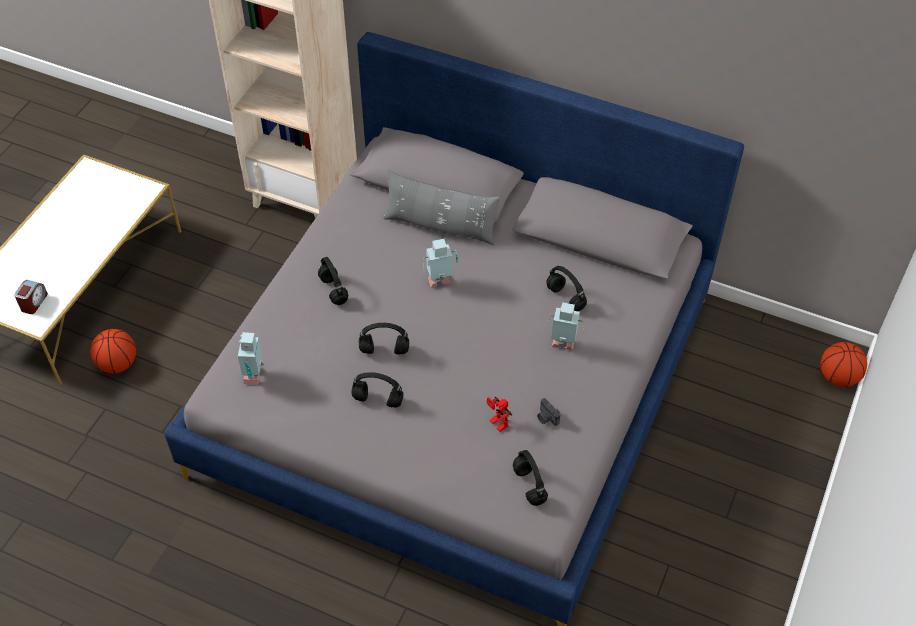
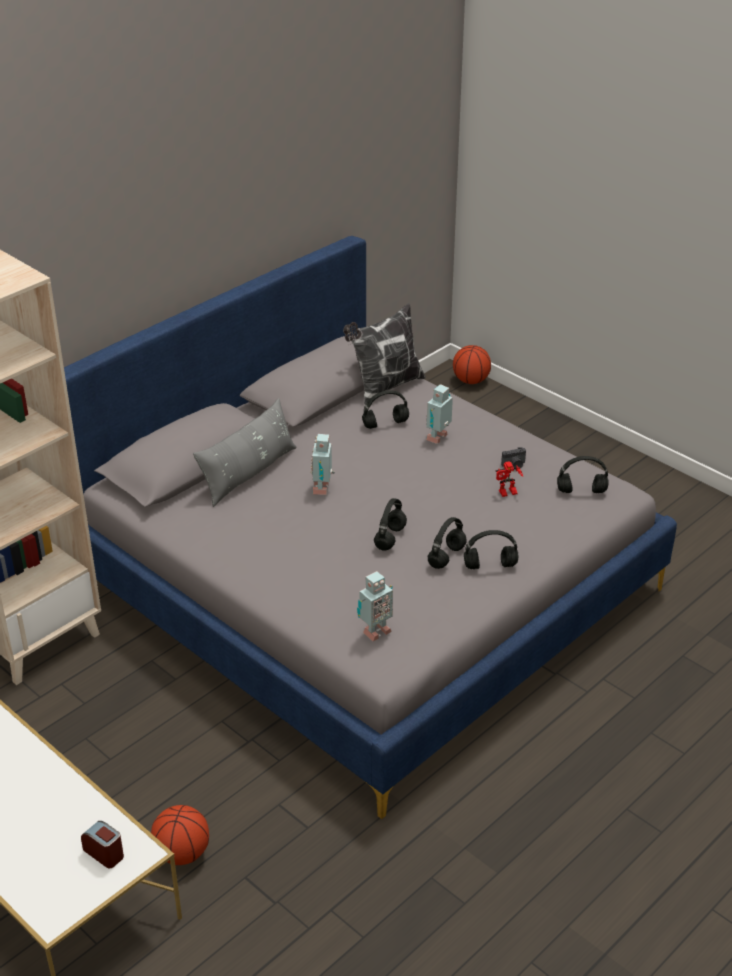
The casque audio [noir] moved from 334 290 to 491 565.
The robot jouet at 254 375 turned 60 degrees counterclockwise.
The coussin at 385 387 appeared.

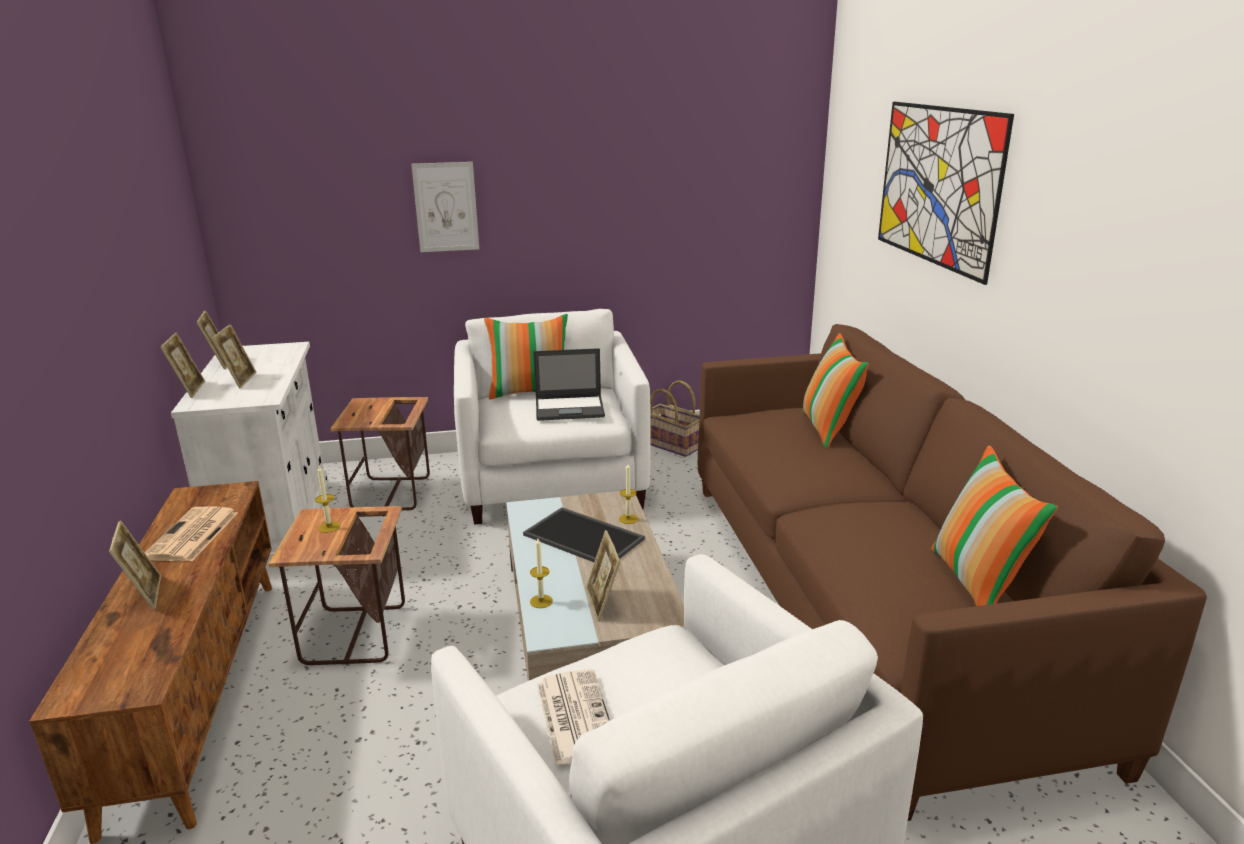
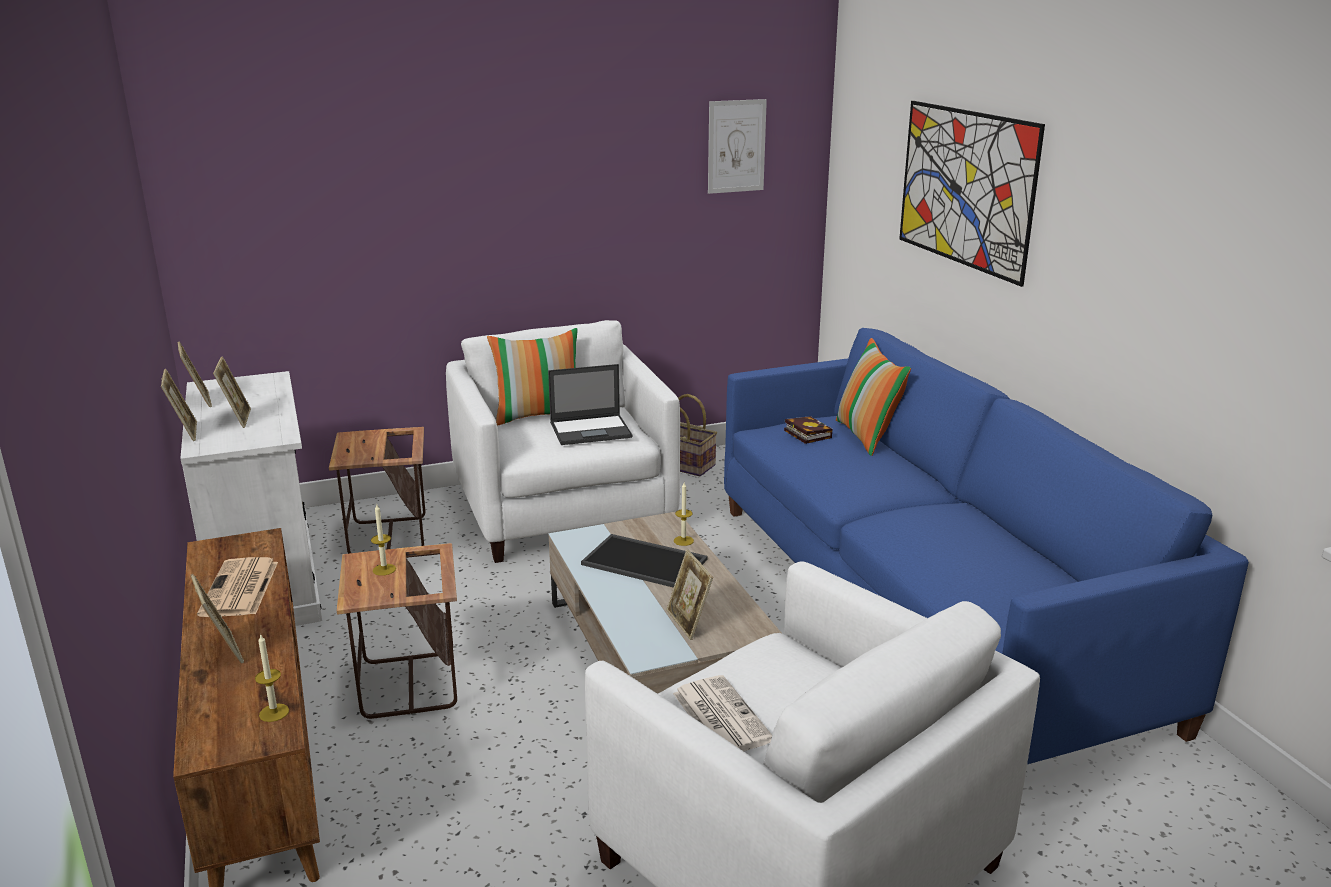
The tableau moved from 446 207 to 736 146.
The canapé [marron] at 866 601 became the canapé [bleu] at 922 606.
The coussin at 978 582 disappeared.
The bougie moved from 541 601 to 274 712.
The livre at 805 433 appeared.

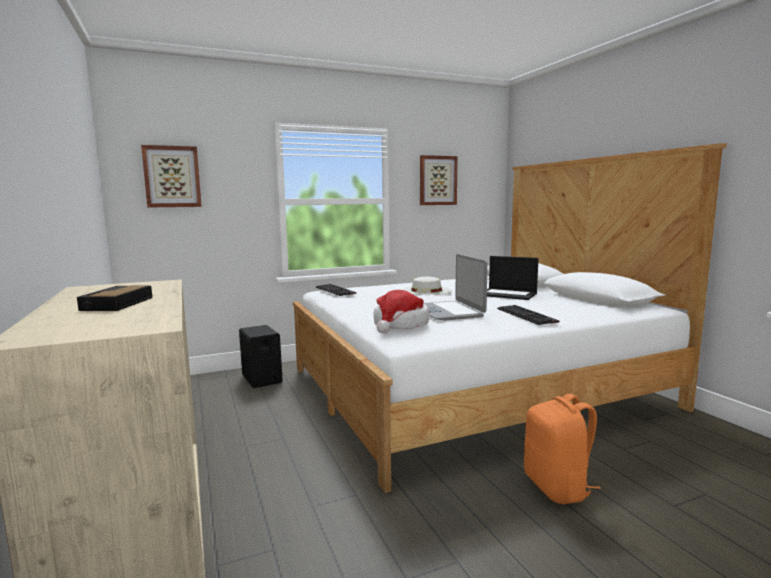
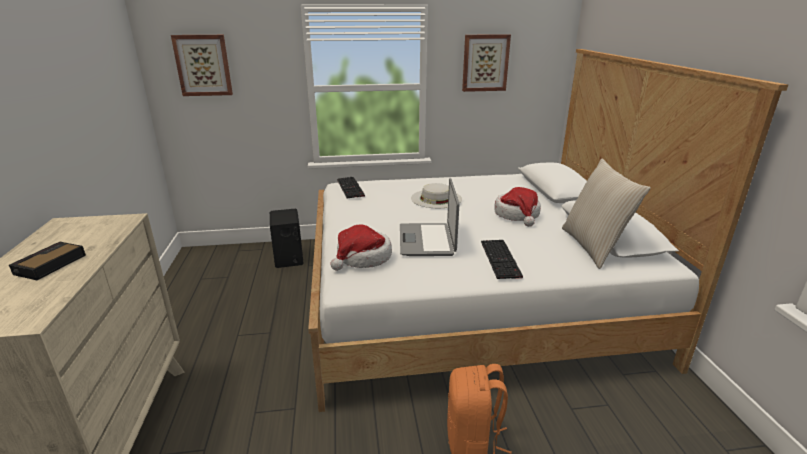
The ordinateur portable at 508 294 was replaced by the chapeau at 517 215.
The coussin [beige] at 593 247 appeared.

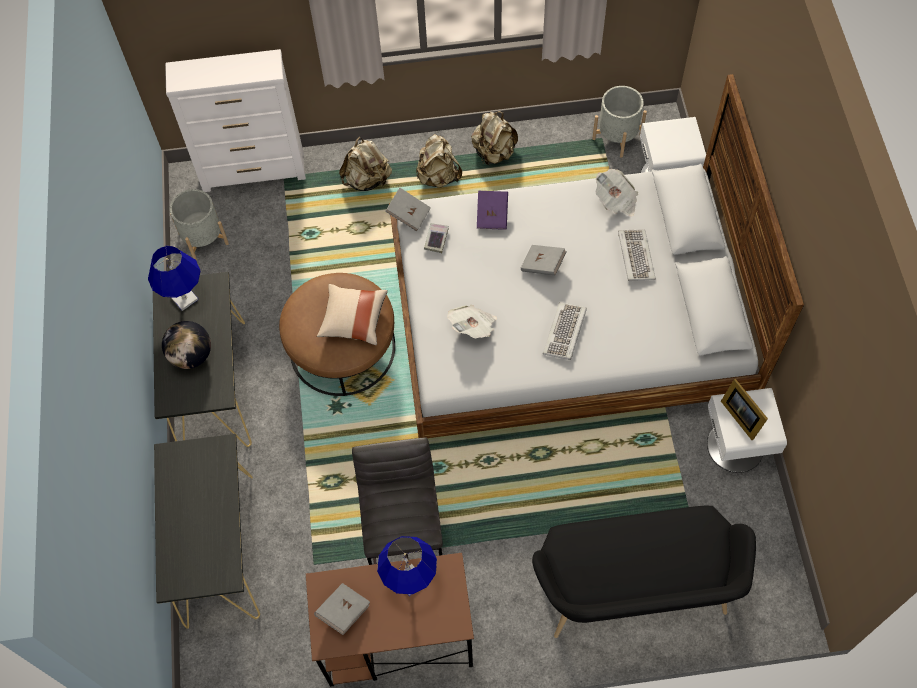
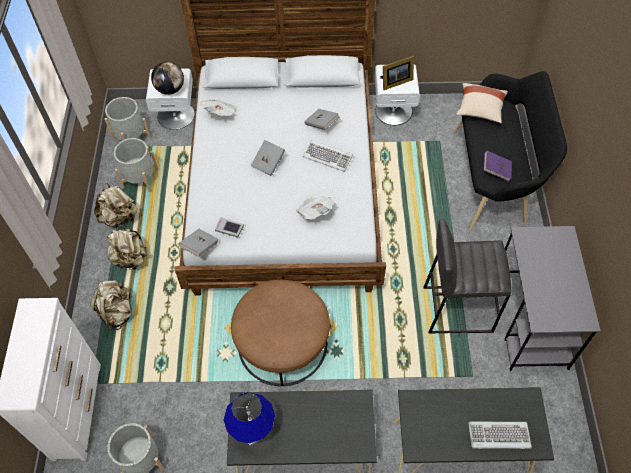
The livre [violet] moved from 492 215 to 496 170.
The clavier moved from 635 256 to 498 436.
The coussin [beige] moved from 353 320 to 480 109.
The globe moved from 191 356 to 170 89.
The lampe de table [bleu] at 410 580 disappeared.
The bureau [marron] at 396 638 became the bureau [gris] at 530 322.
The livre [gris] moved from 343 611 to 321 124.
The cache-pot [gris] at 140 179 appeared.

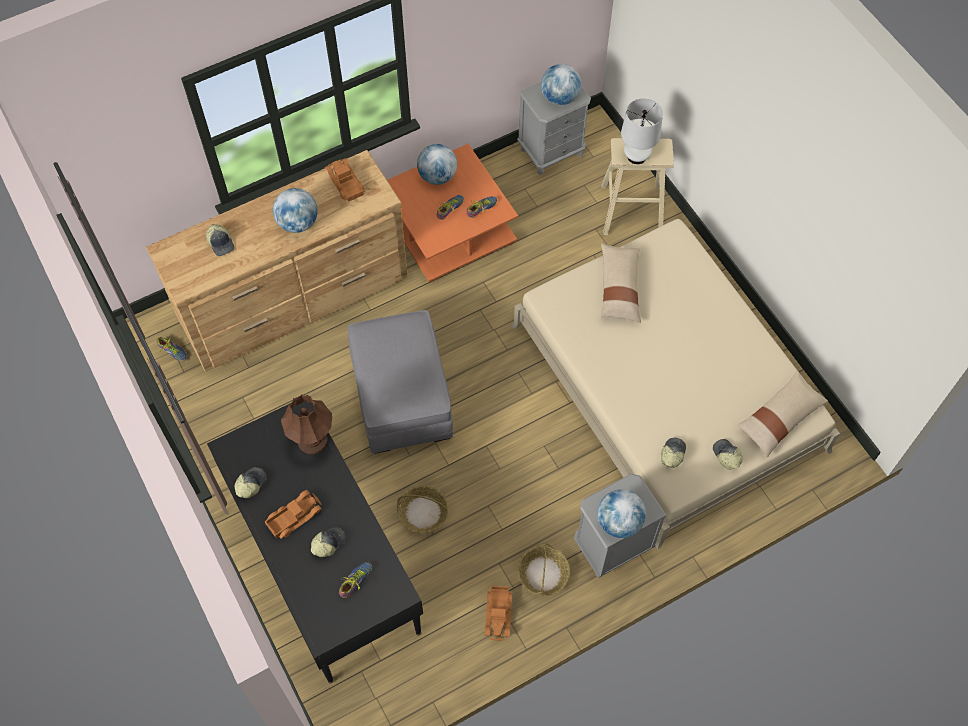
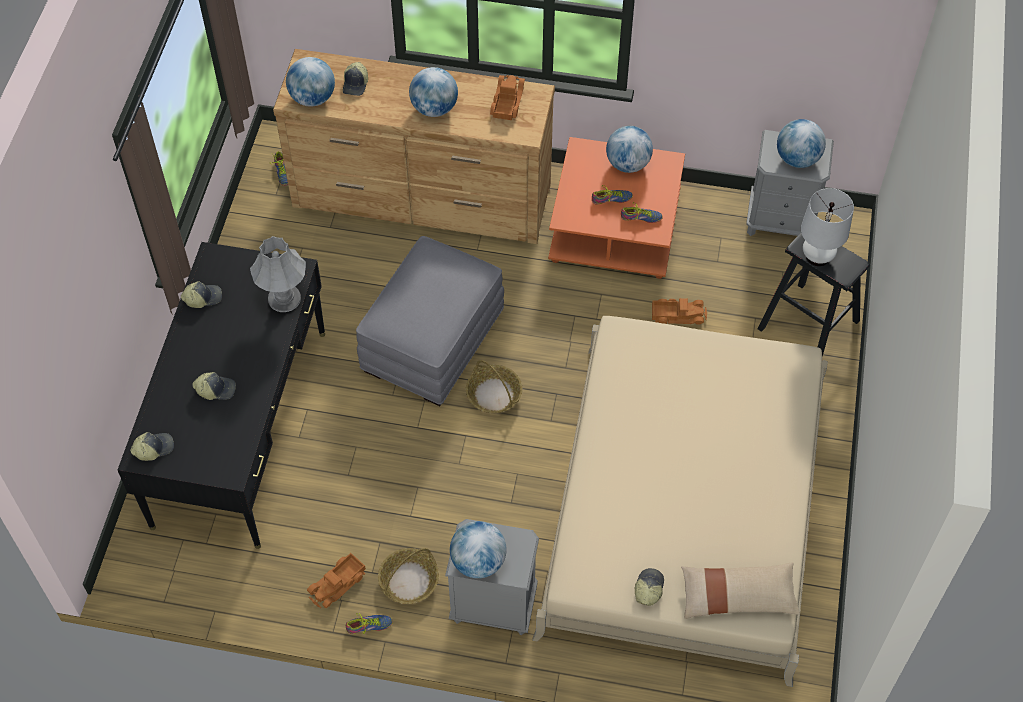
The tabouret [beige] at 631 210 became the tabouret [noir] at 808 325.
The coussin [beige] at 619 288 disappeared.
The lampe de table [marron] at 312 440 became the lampe de table [gris] at 284 299.
The casquette moved from 672 454 to 153 448.
The panier moved from 422 512 to 493 394.
The camion jouet moved from 294 516 to 678 315.
The chaussure moved from 356 581 to 369 627.
The globe at 312 98 appeared.

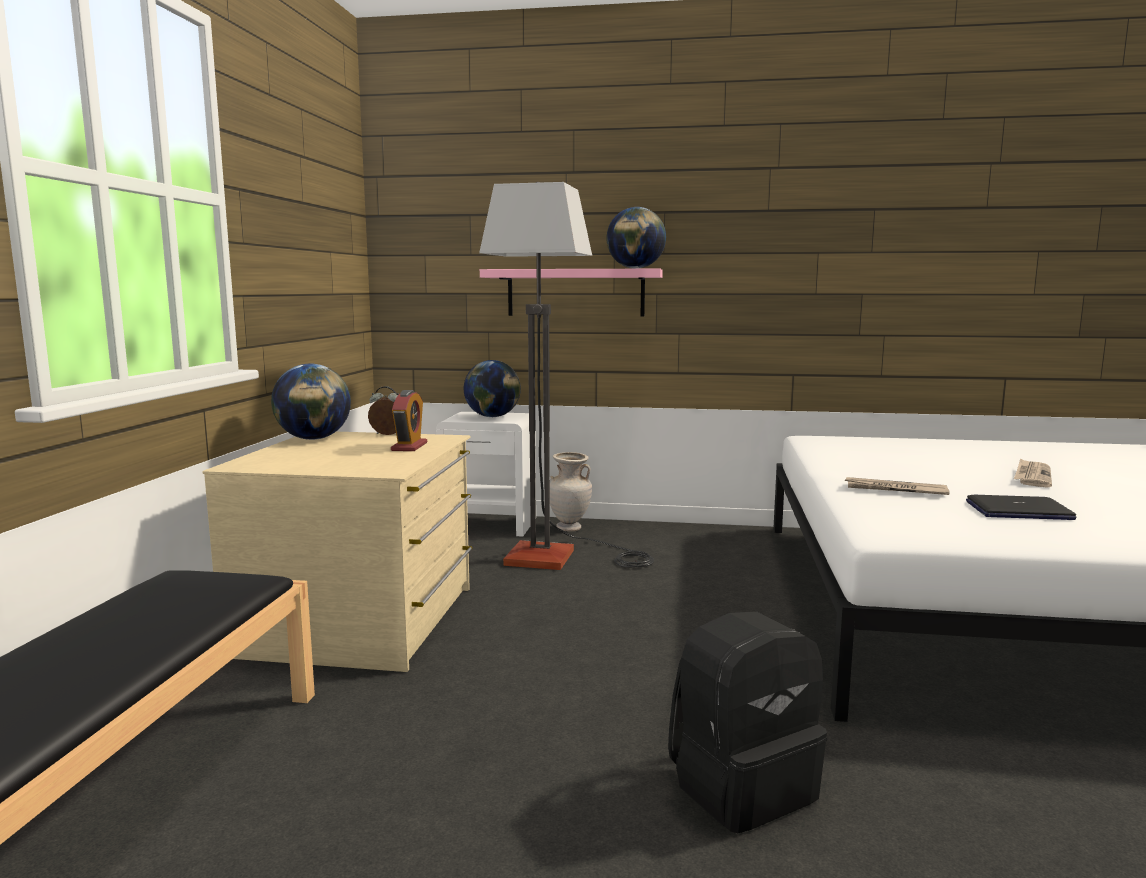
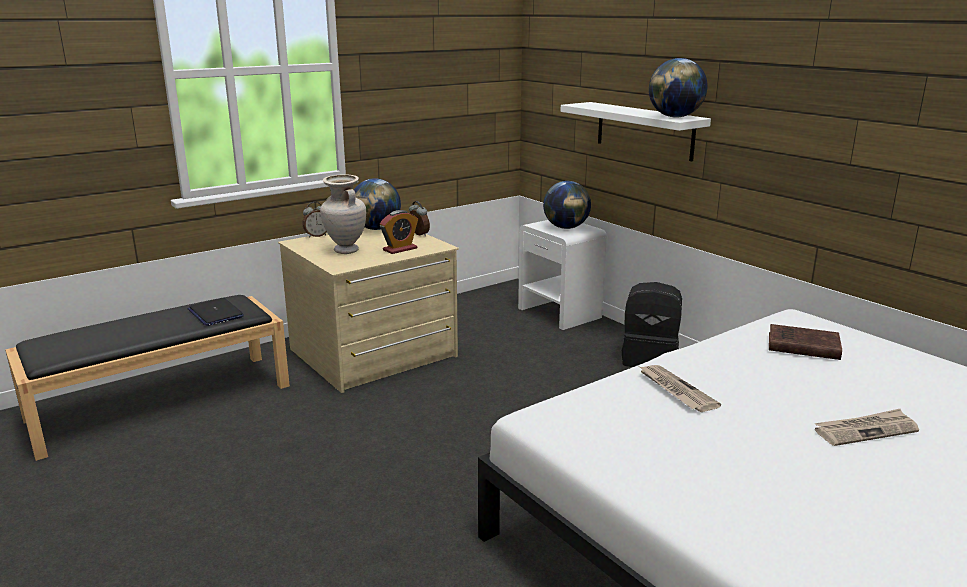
The lampadaire at 561 557 disappeared.
The étagère [rose] at 575 293 became the étagère [blanc] at 644 130.
The vase [beige] moved from 569 528 to 345 251.
The ordinateur portable moved from 1018 511 to 215 313.
The sac à dos [noir] moved from 741 786 to 650 359.
The réveil at 317 236 appeared.
The livre [marron] at 800 346 appeared.

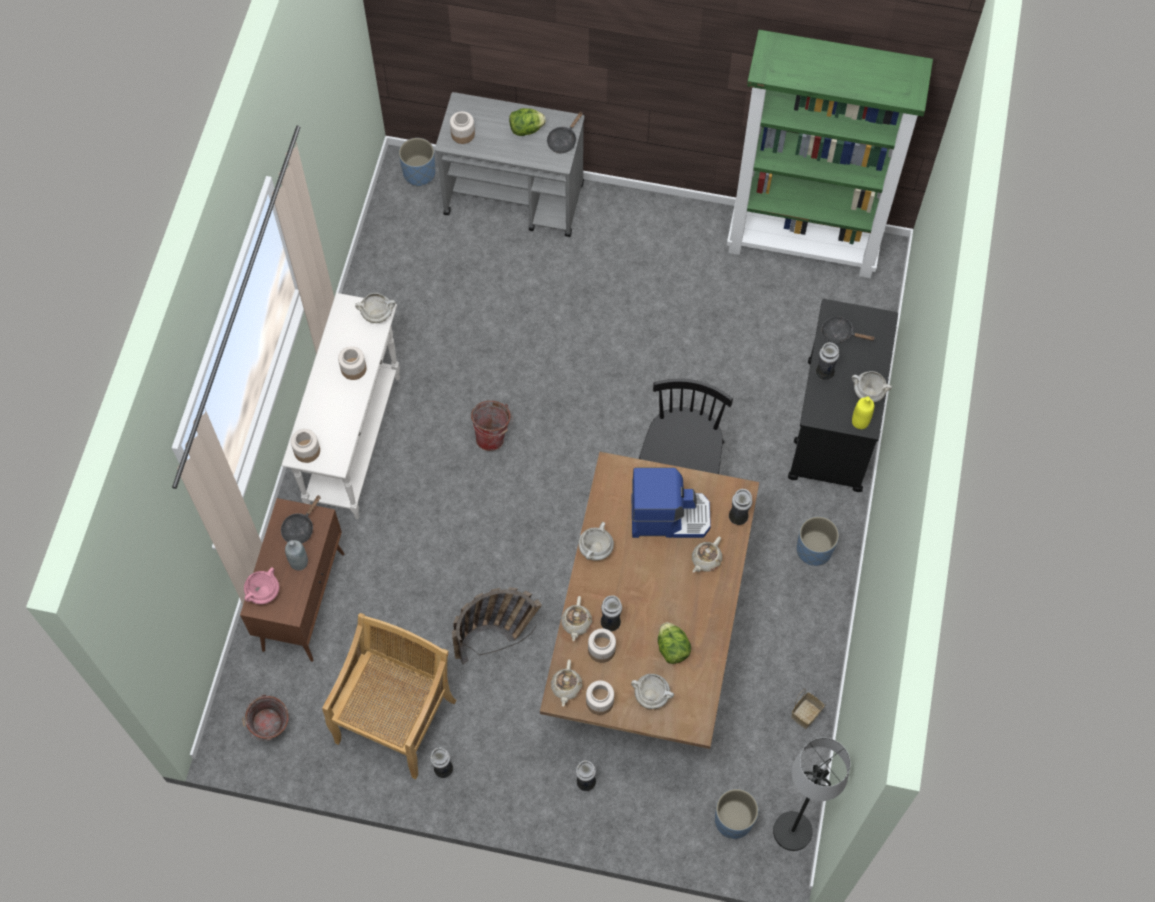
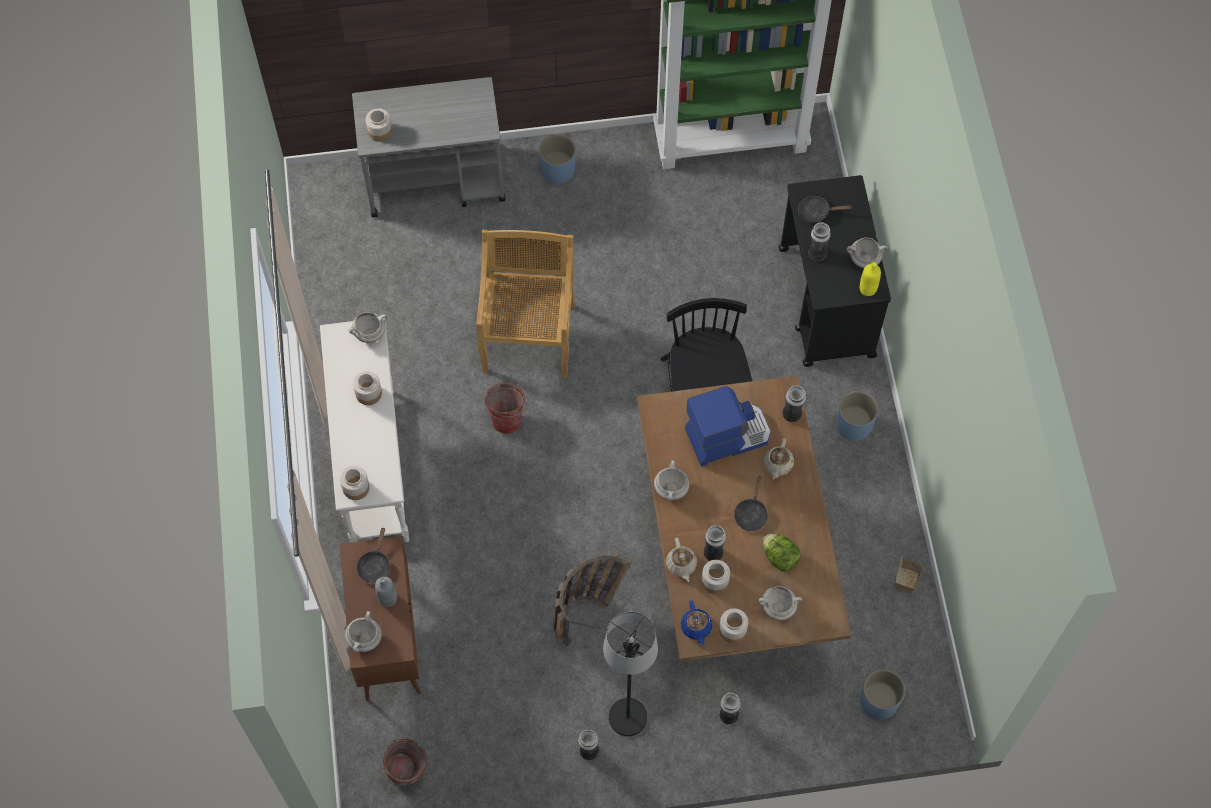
The laitue at 526 129 disappeared.
The poêle [noir] moved from 563 140 to 751 513.
The cache-pot [bleu] moved from 419 173 to 558 170.
The marmite [rose] at 263 593 became the marmite [blanc] at 365 639.
The chaise [beige] moved from 396 719 to 528 336.
The théière [beige] at 566 687 became the théière [bleu] at 696 627.
The lampadaire [noir] moved from 792 832 to 628 717.

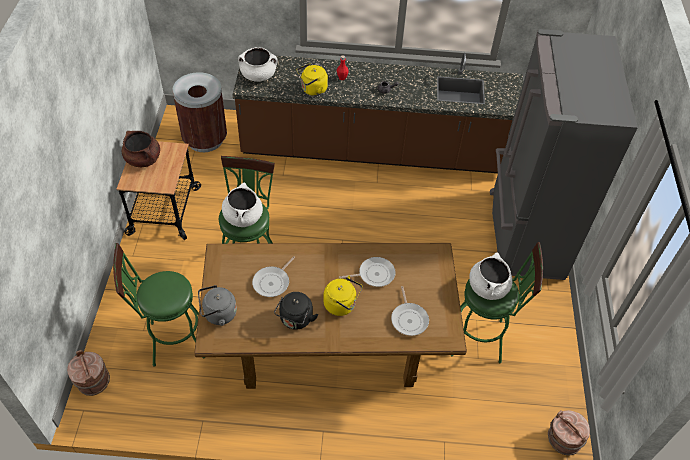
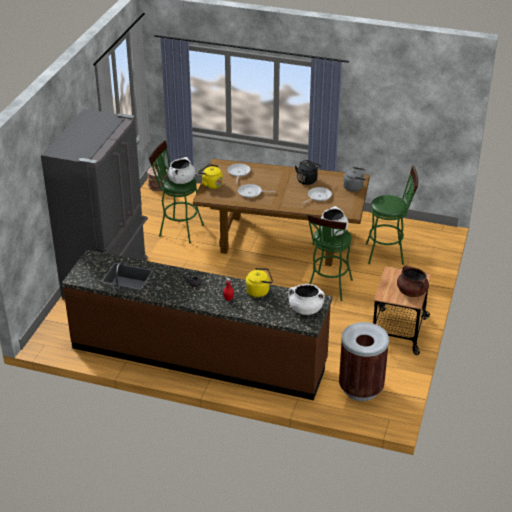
The bouilloire [jaune] moved from 342 305 to 211 185.
The seau [marron] at 92 381 disappeared.

